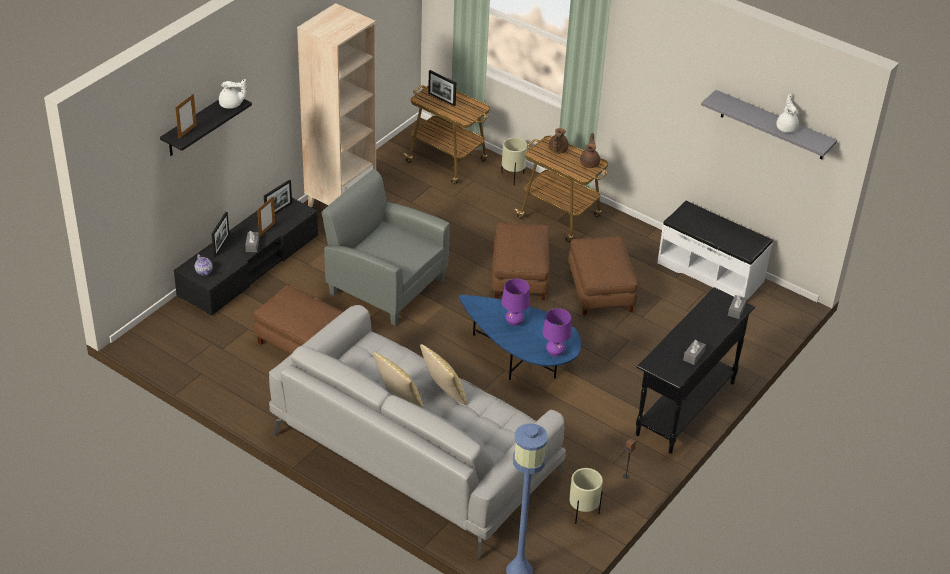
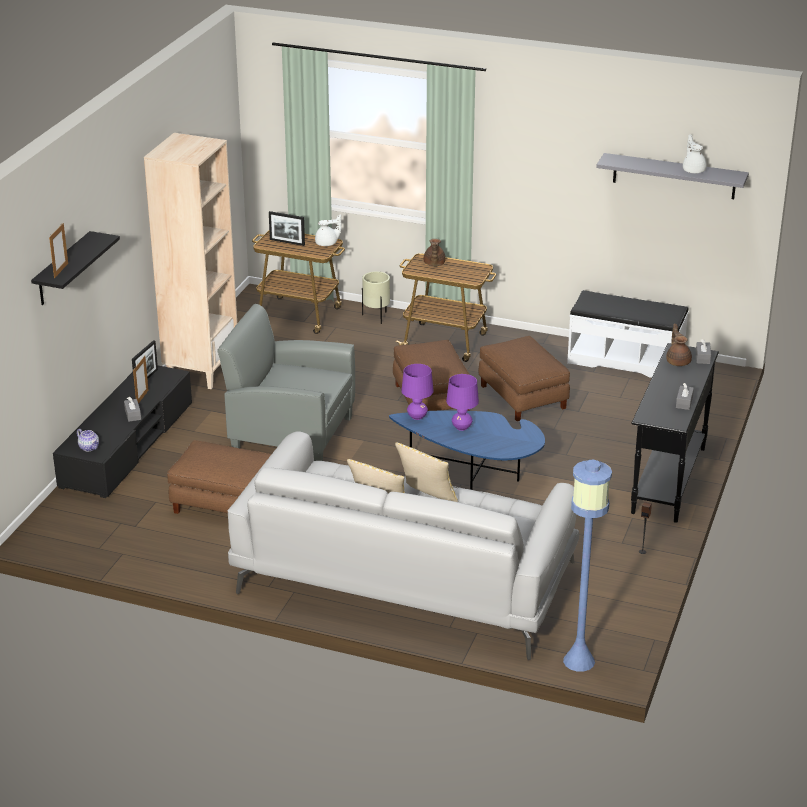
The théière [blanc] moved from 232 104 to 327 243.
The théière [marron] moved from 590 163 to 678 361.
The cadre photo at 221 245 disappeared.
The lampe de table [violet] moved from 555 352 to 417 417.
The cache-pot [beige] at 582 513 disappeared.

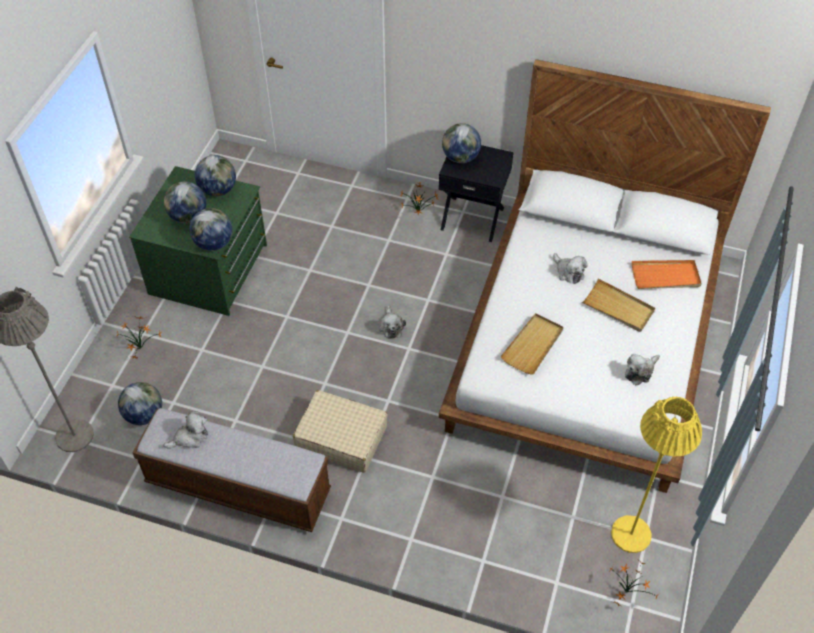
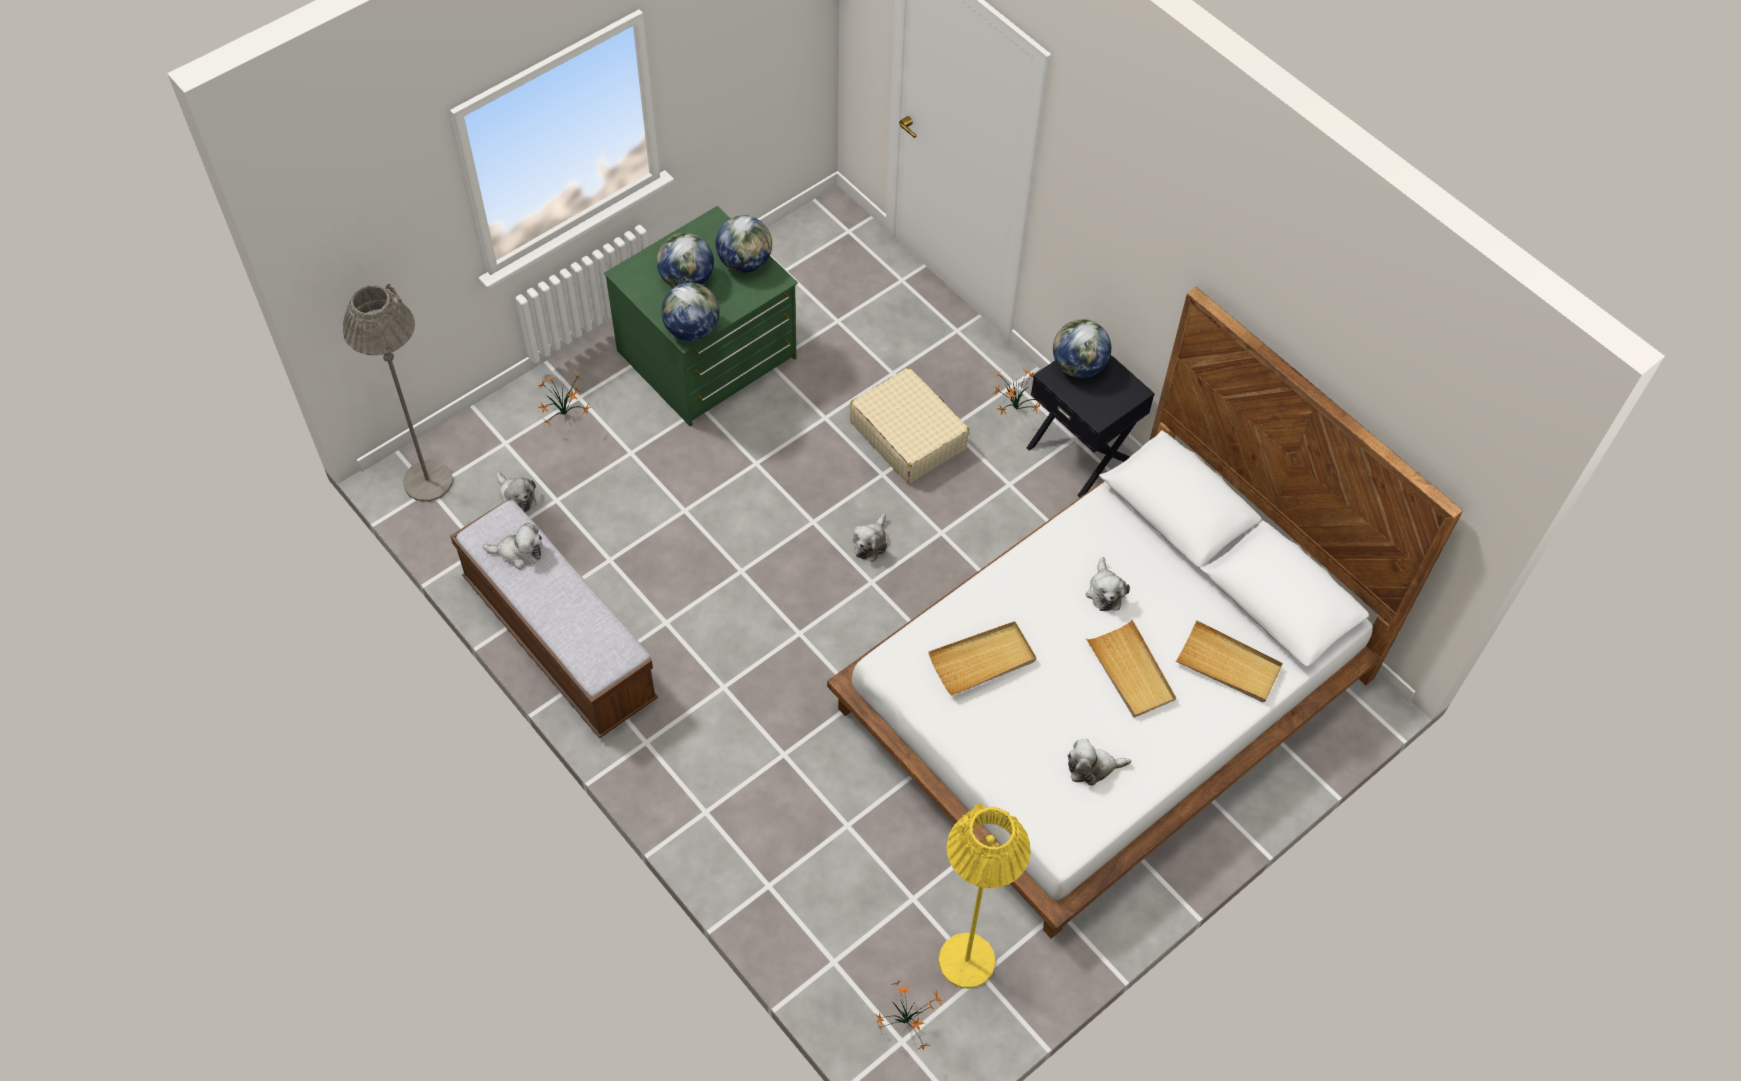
The plateau [orange] at 665 276 became the plateau [beige] at 1228 665.
The globe at 144 415 was replaced by the peluche at 516 497.
The valise [beige] moved from 341 438 to 908 435.

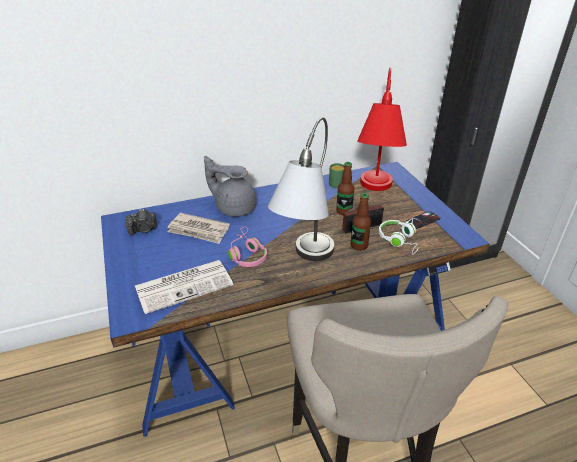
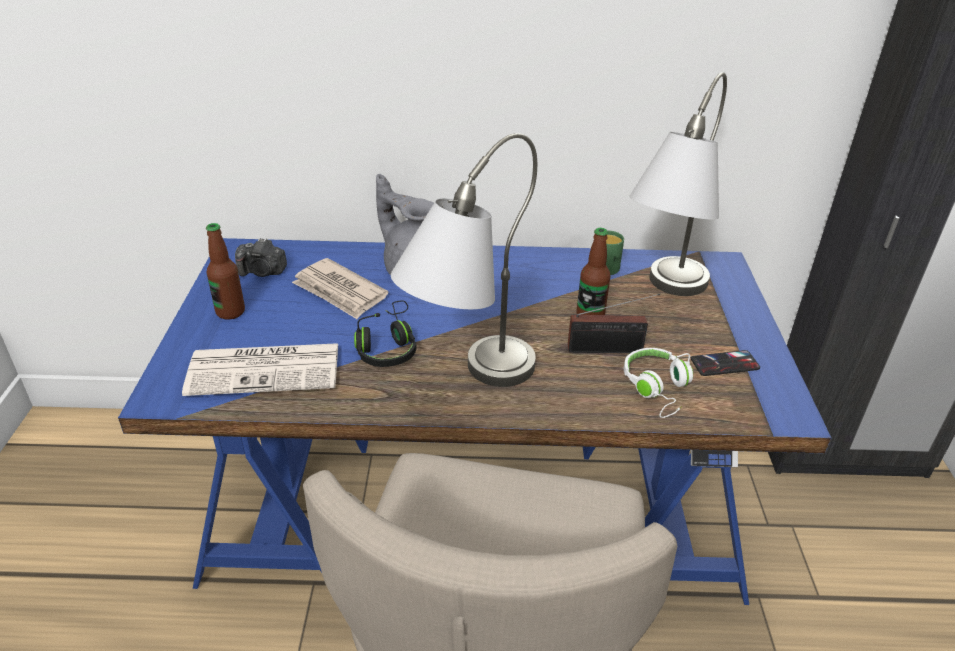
The lampe de table [rouge] at 374 194 became the lampe de table [gris] at 662 298.
The bouteille moved from 359 245 to 230 312.
The casque audio [rose] at 247 254 became the casque audio [noir] at 387 346.

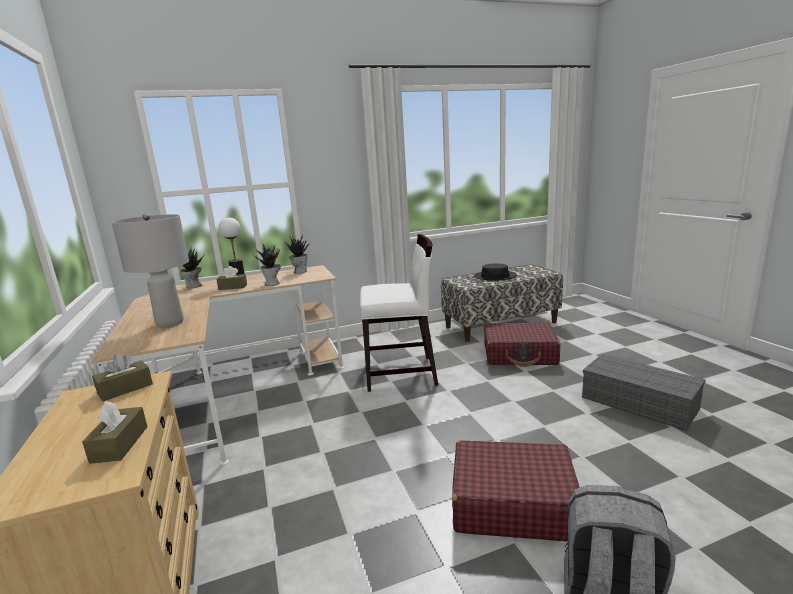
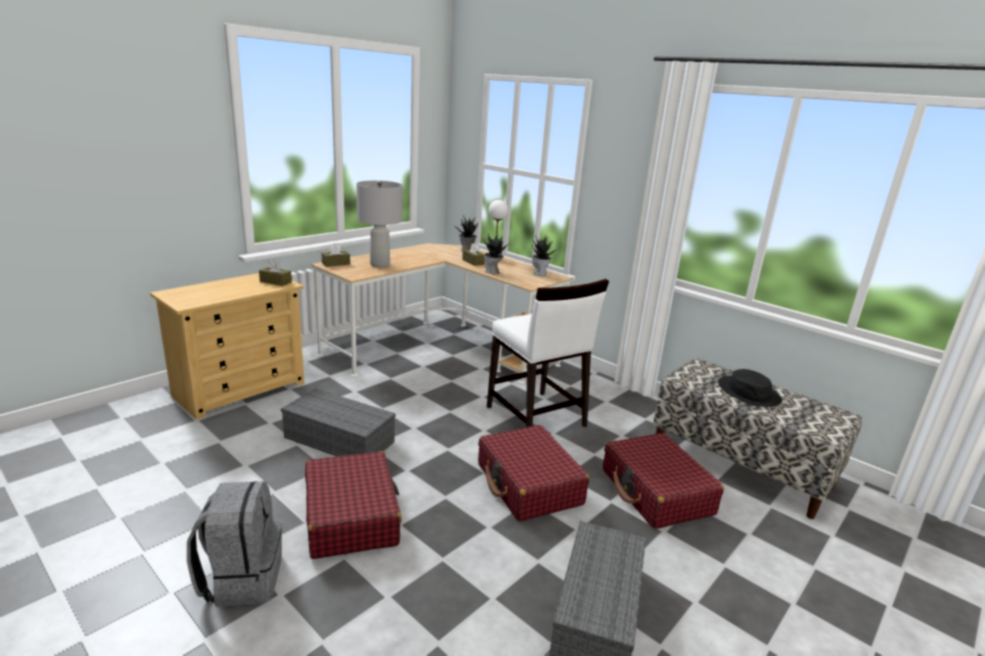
The boîte à mouchoirs [marron] moved from 120 444 to 336 264.
The boîte de rangement [gris] at 341 439 appeared.
The valise [rouge] at 529 484 appeared.

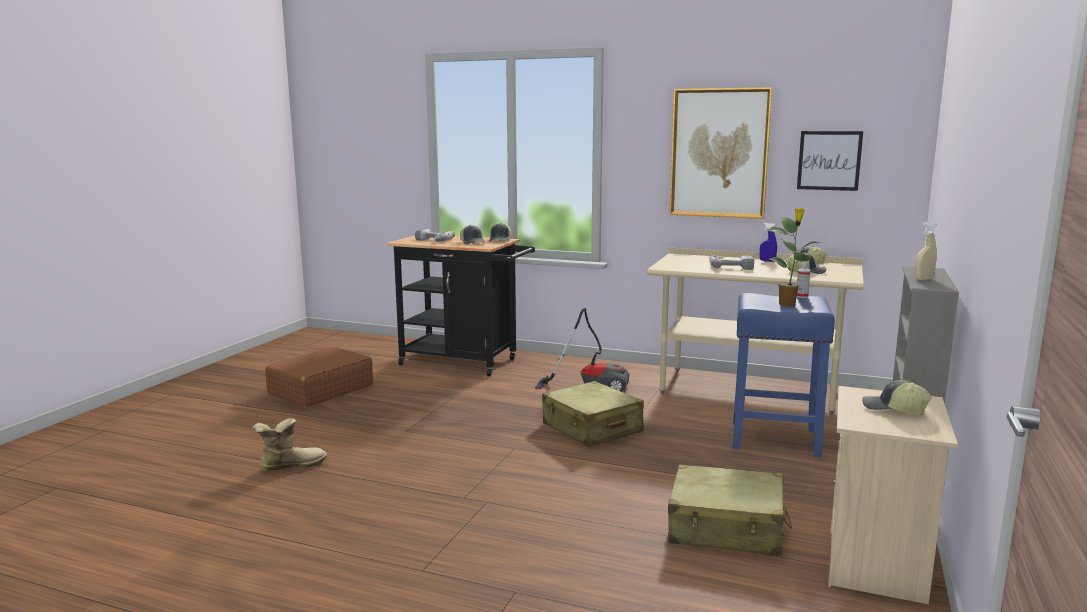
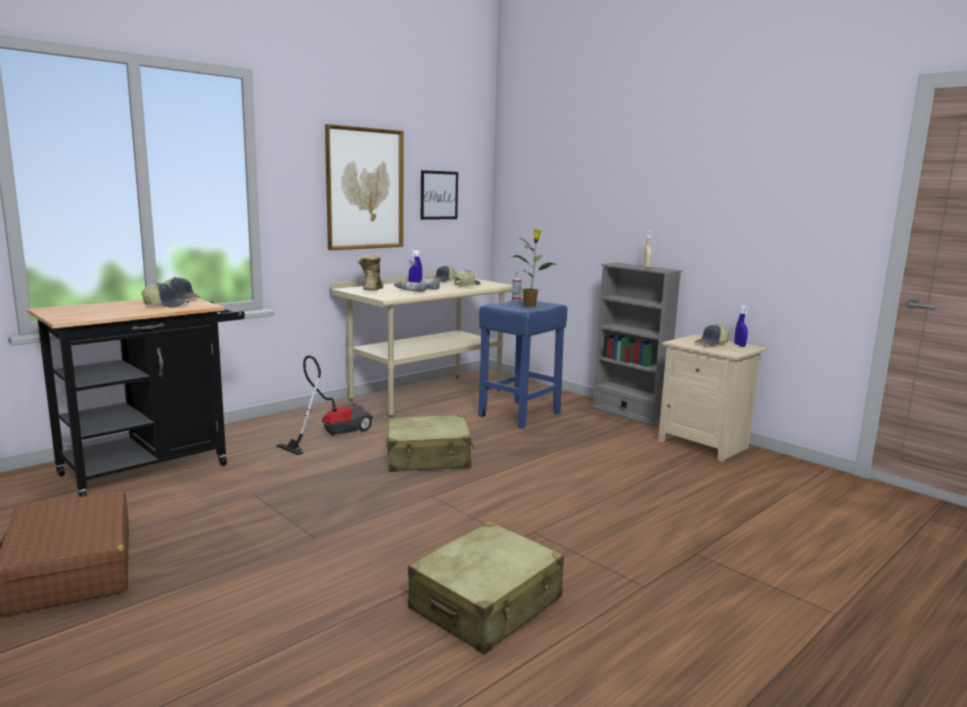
The perceuse at 431 241 disappeared.
The botte moved from 291 465 to 371 290.
The valise [beige] moved from 726 528 to 486 604.
The vaporisateur [bleu] at 739 345 appeared.

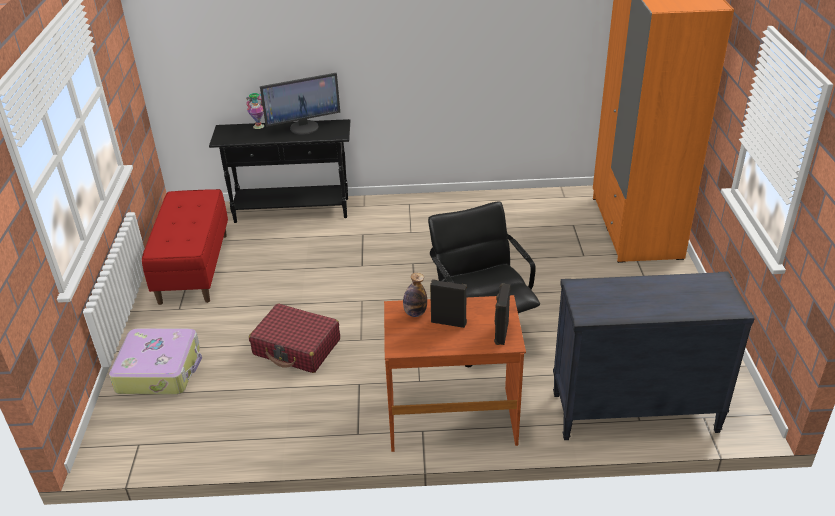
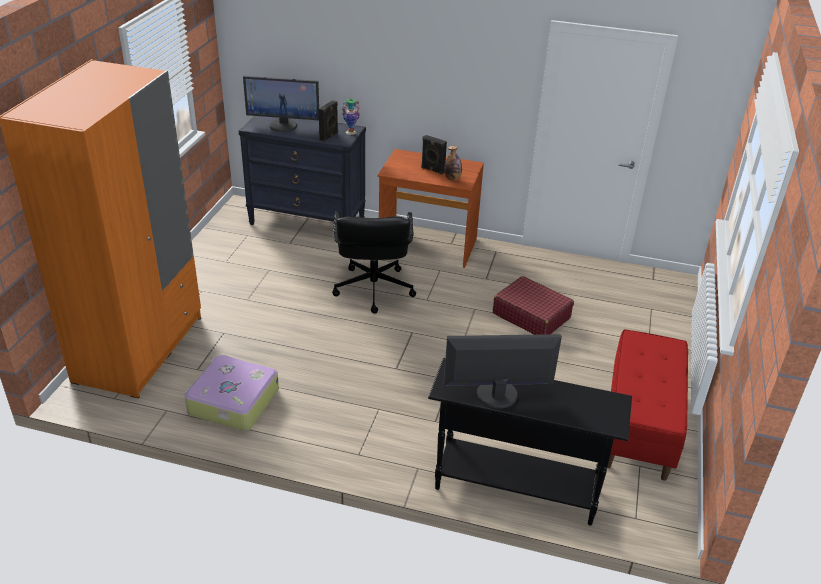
The vase moved from 258 126 to 351 132.
The enceinte [noir] moved from 500 333 to 329 136.
The valise moved from 160 370 to 232 402.
The écran d'ordinateur at 283 125 appeared.

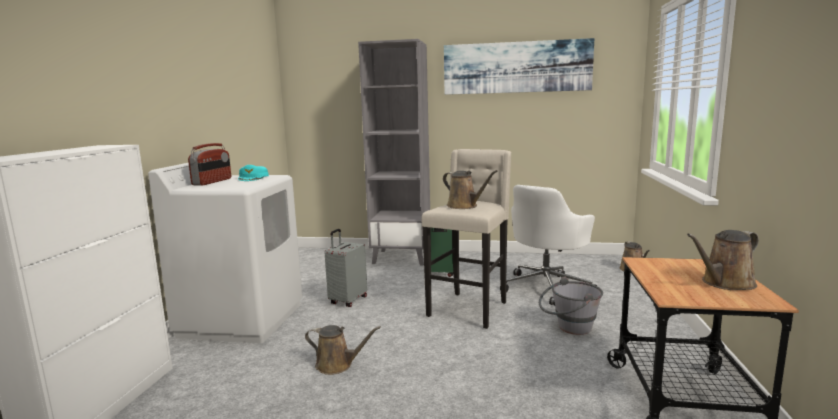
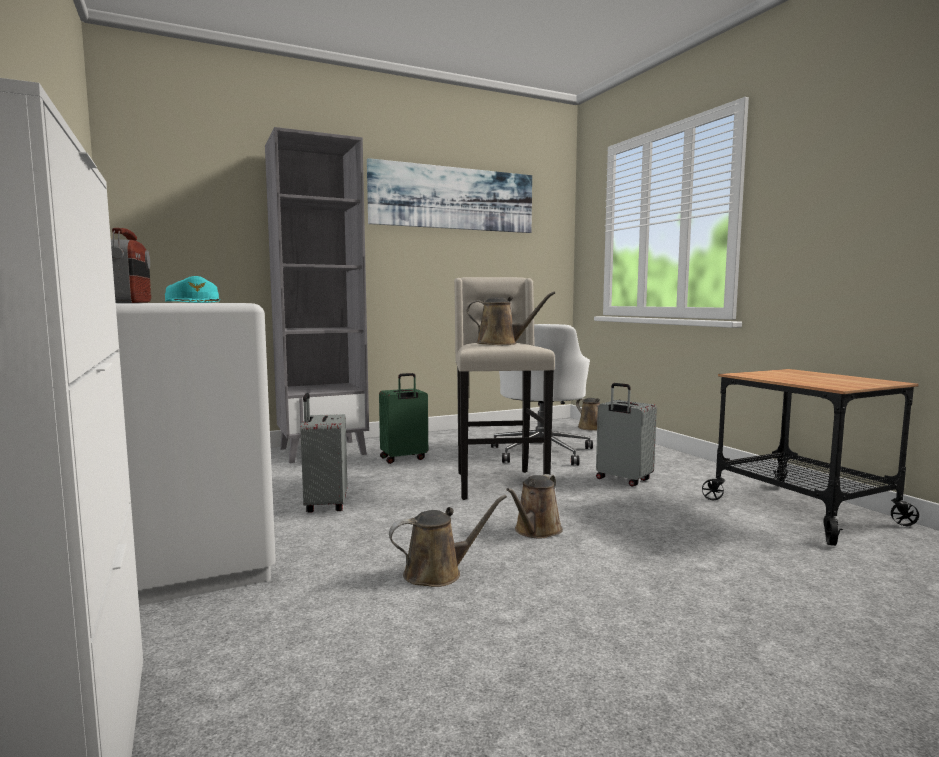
The arrosoir [marron] moved from 725 283 to 536 531.
The seau [gris] at 569 328 was replaced by the valise [gris] at 623 480.

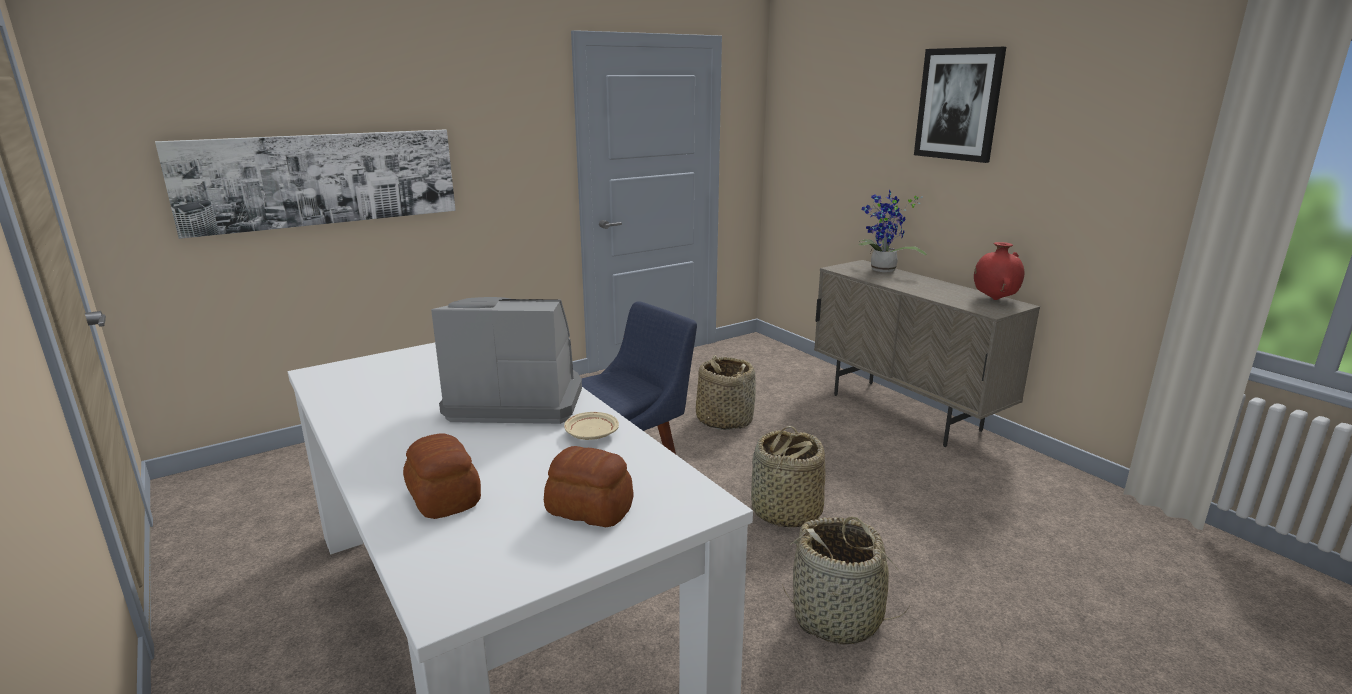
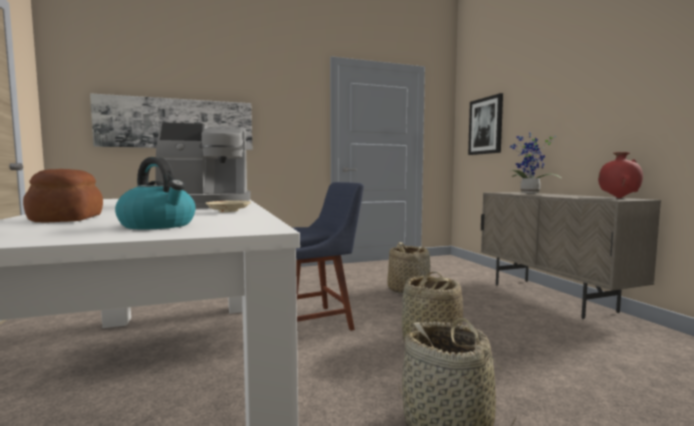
The tableau moved from 958 104 to 485 126.
The machine à café at 516 400 turned 150 degrees clockwise.
The pain at 589 508 was replaced by the bouilloire at 159 225.

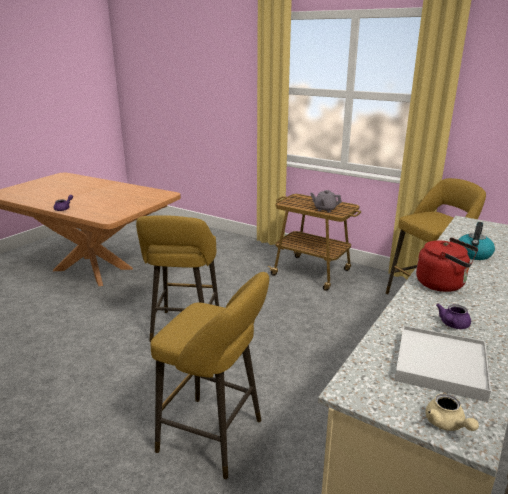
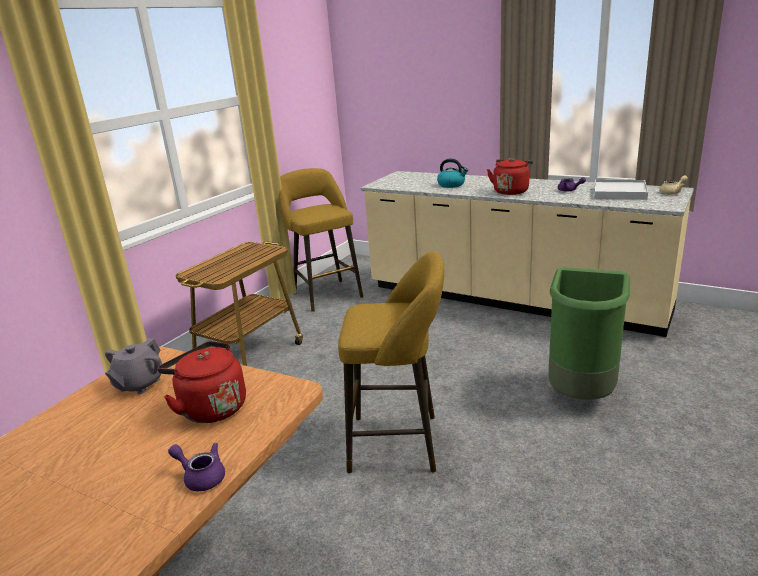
The théière [gris] moved from 325 209 to 139 384.
The tabouret [jaune] at 216 437 was replaced by the poubelle [vert] at 582 392.
The bouilloire [rouge] at 210 407 appeared.

